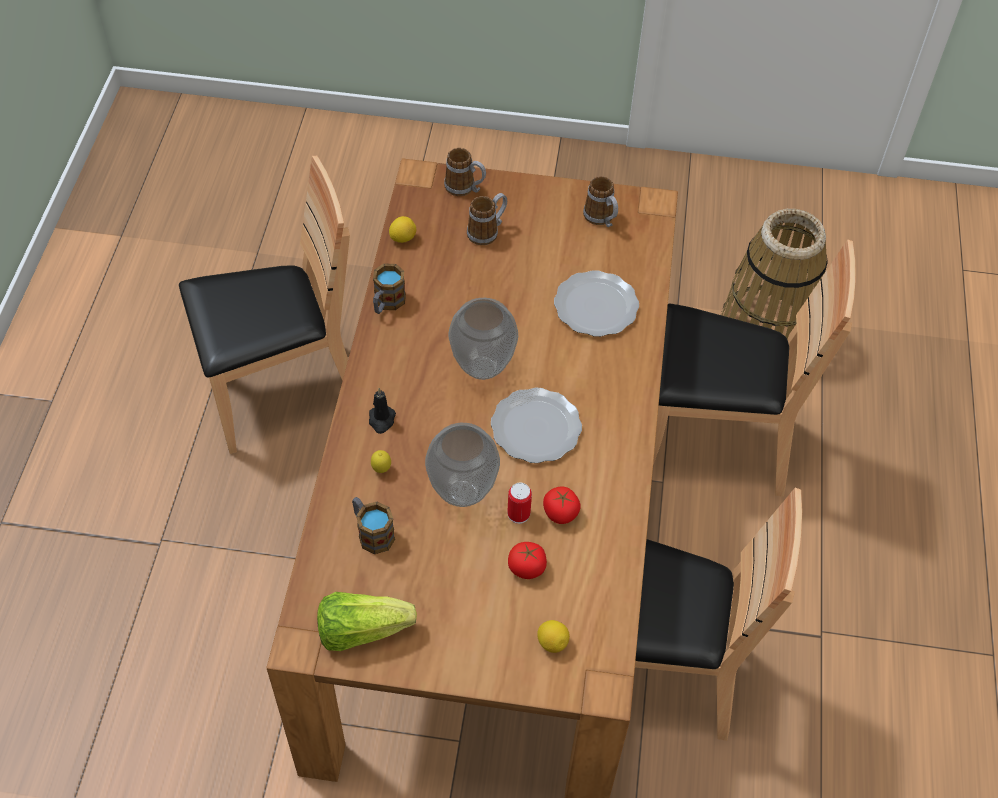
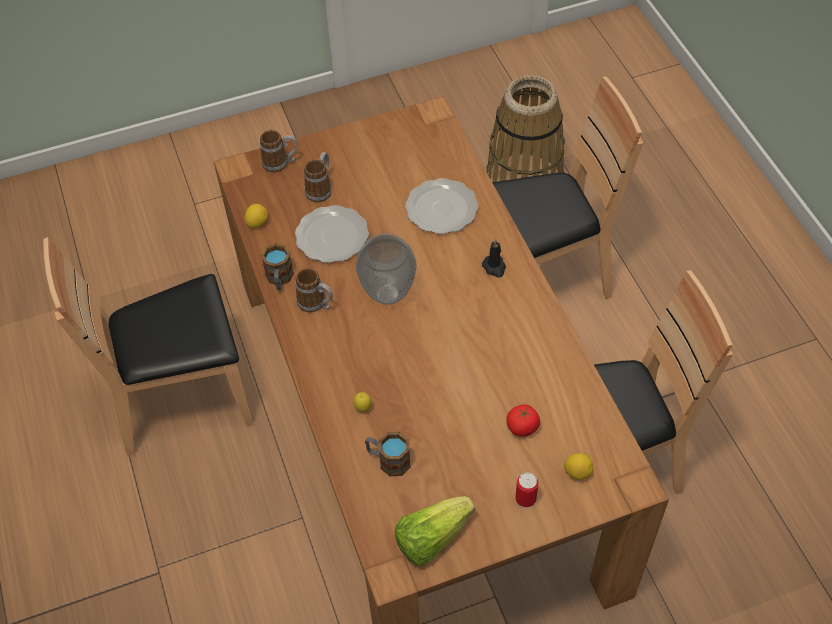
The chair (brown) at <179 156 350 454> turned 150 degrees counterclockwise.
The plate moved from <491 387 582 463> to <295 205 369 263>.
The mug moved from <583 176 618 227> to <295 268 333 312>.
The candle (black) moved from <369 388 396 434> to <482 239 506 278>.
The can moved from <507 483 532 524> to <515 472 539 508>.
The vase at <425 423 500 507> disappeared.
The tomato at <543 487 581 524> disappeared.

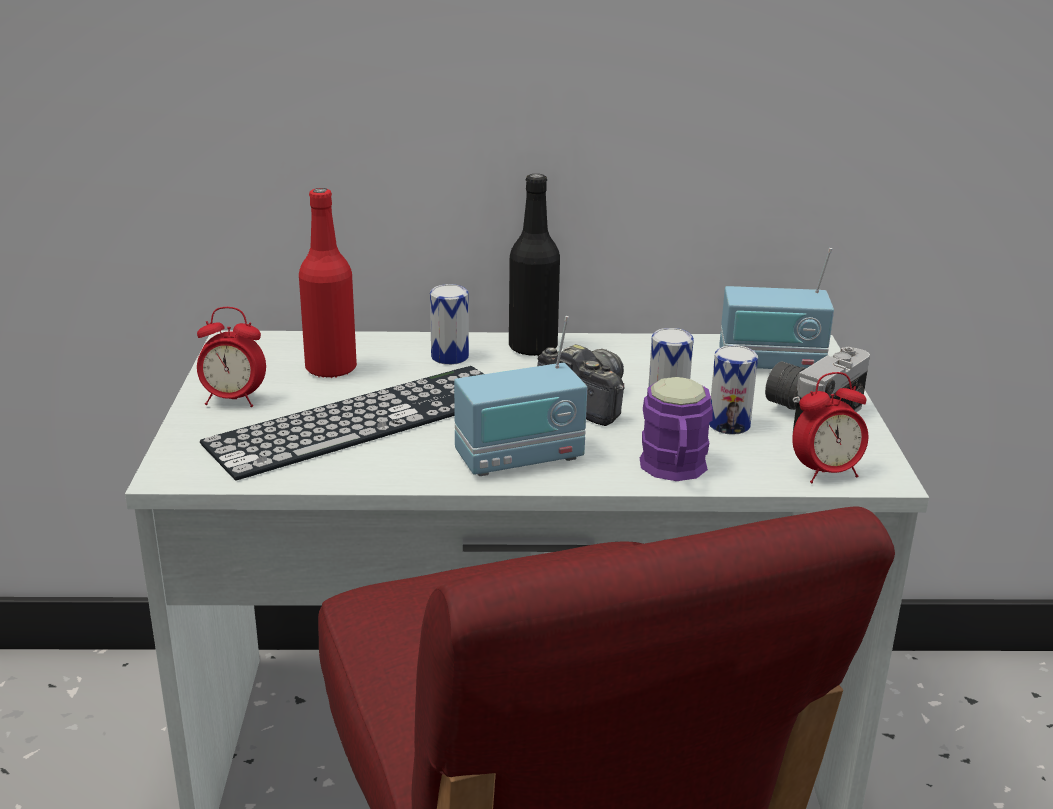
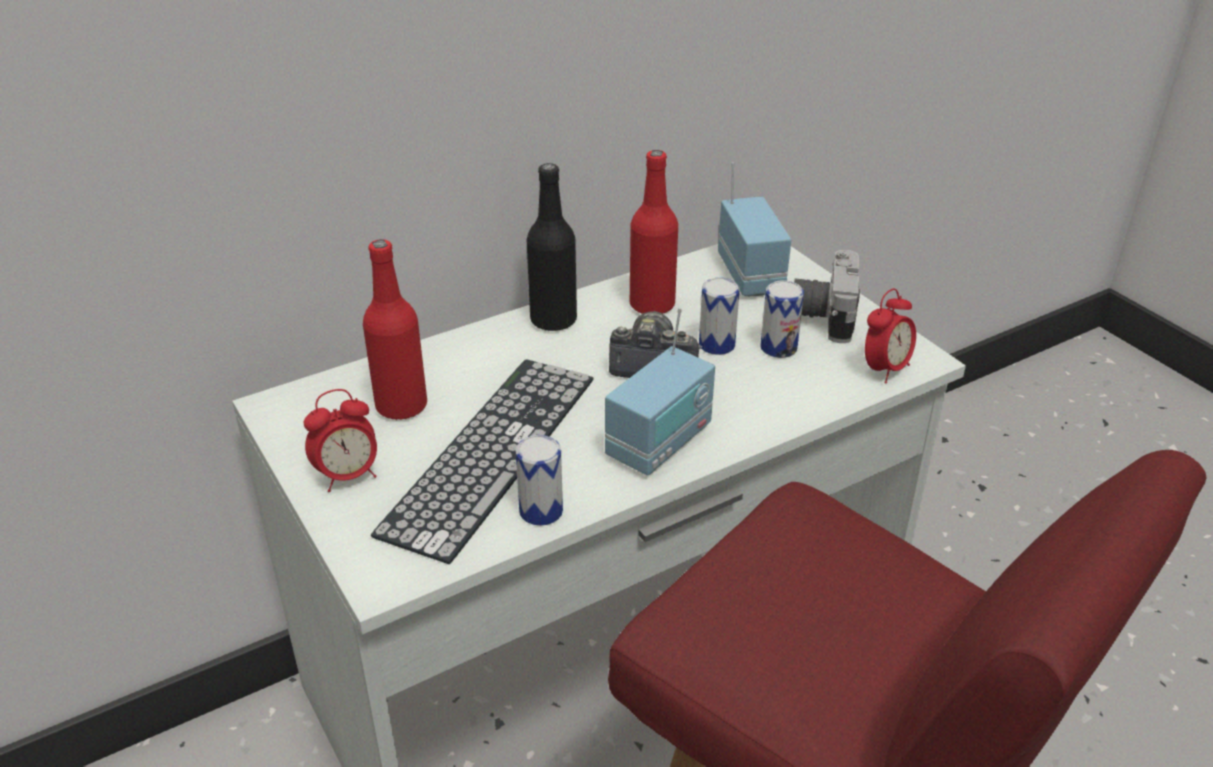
The can moved from <430 284 469 365> to <515 435 563 526>.
The bottle (red) at <630 150 678 314> appeared.
The radio at <719 248 834 369> turned 75 degrees counterclockwise.
The mug (purple) at <640 377 713 481> disappeared.

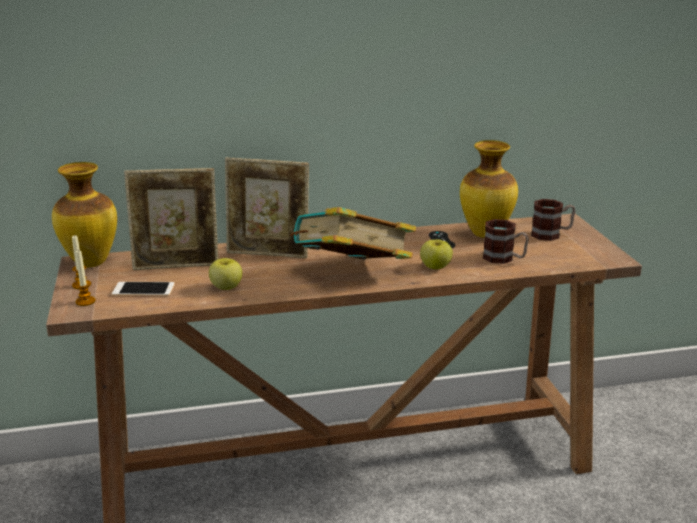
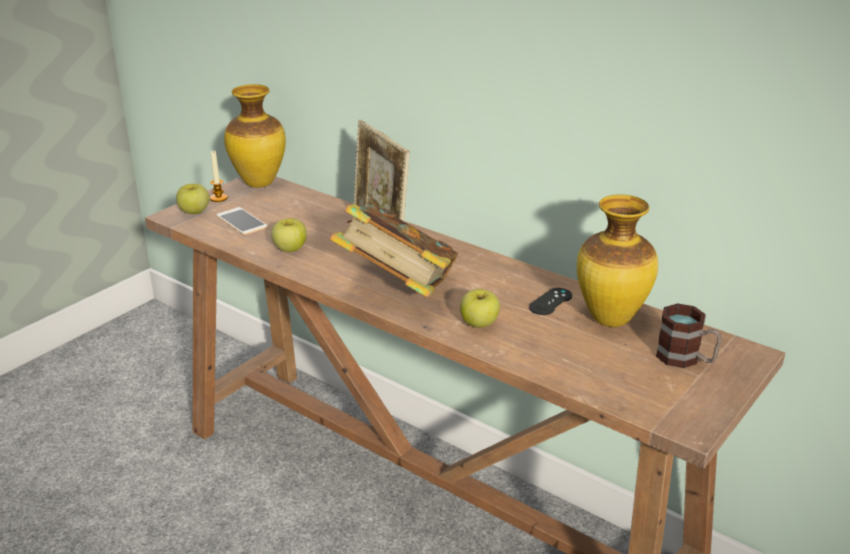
The candle at <76 251 96 306> was replaced by the apple at <176 184 210 214>.
The picture frame at <124 168 219 270> disappeared.
The mug at <483 219 529 264> disappeared.

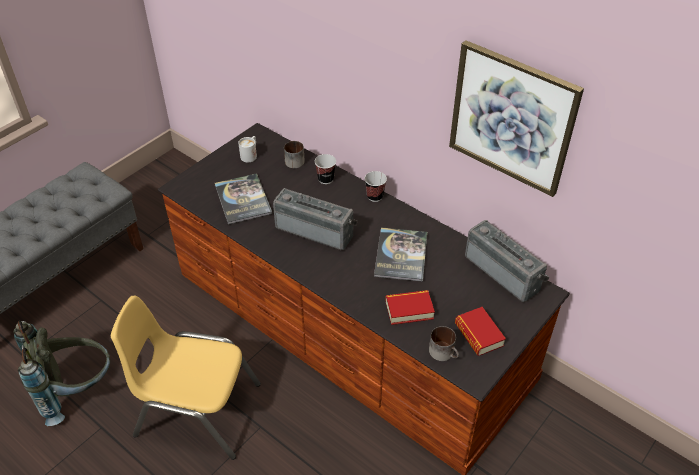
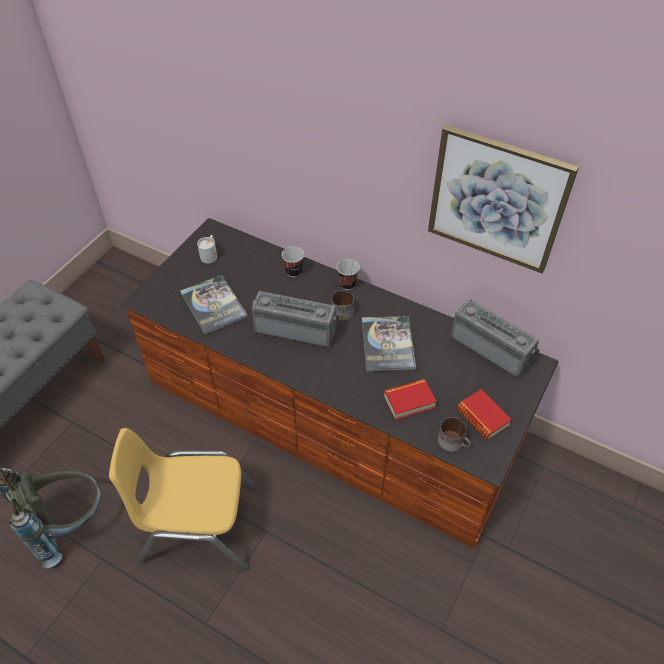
The mug moved from <284 141 305 168> to <332 290 354 321>.

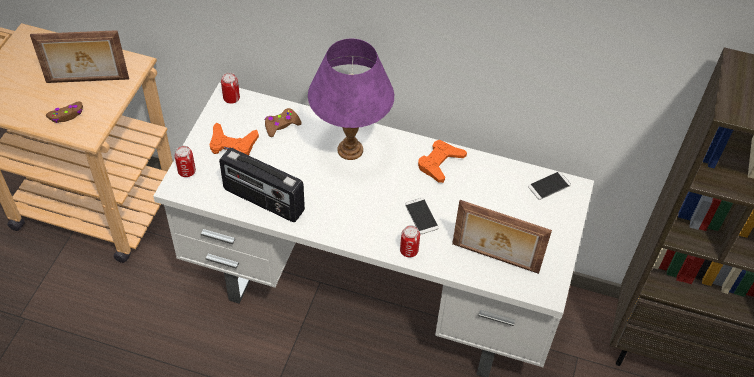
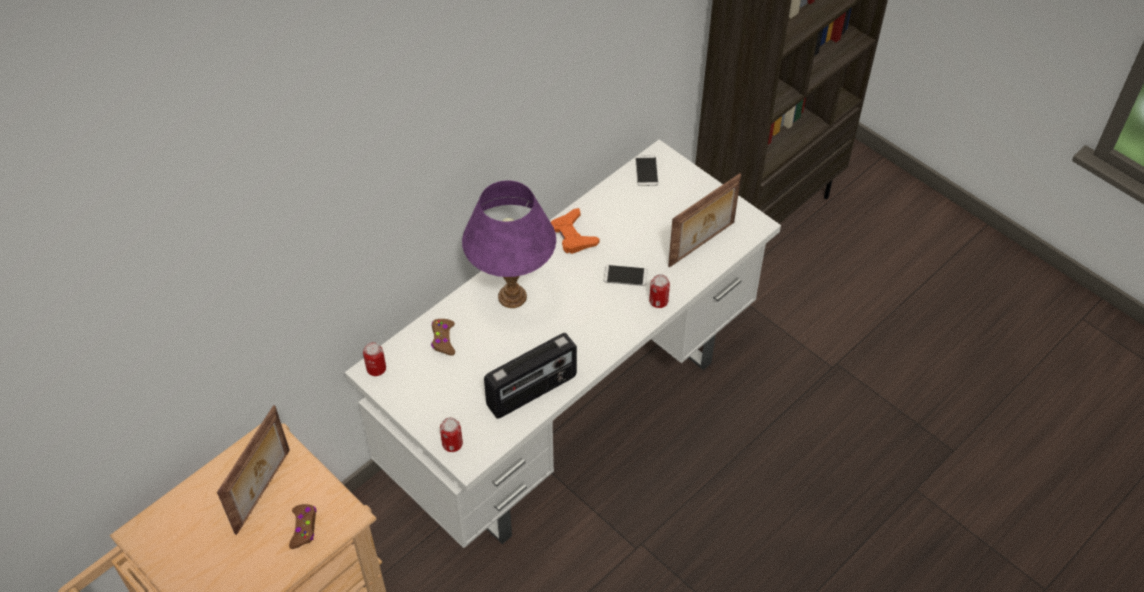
The game controller (orange) at <210 123 259 155> disappeared.

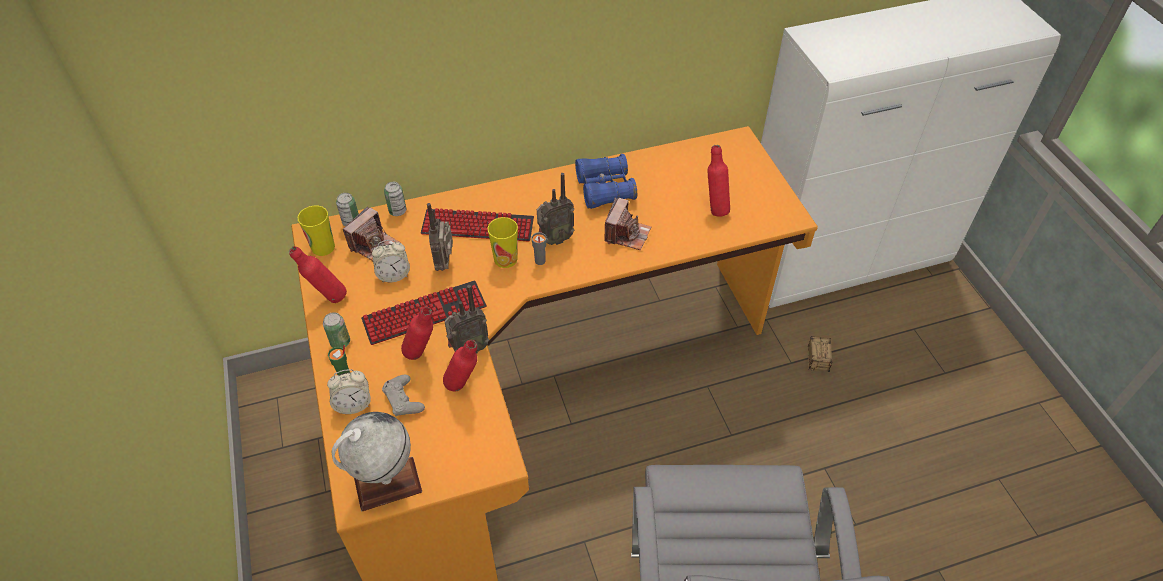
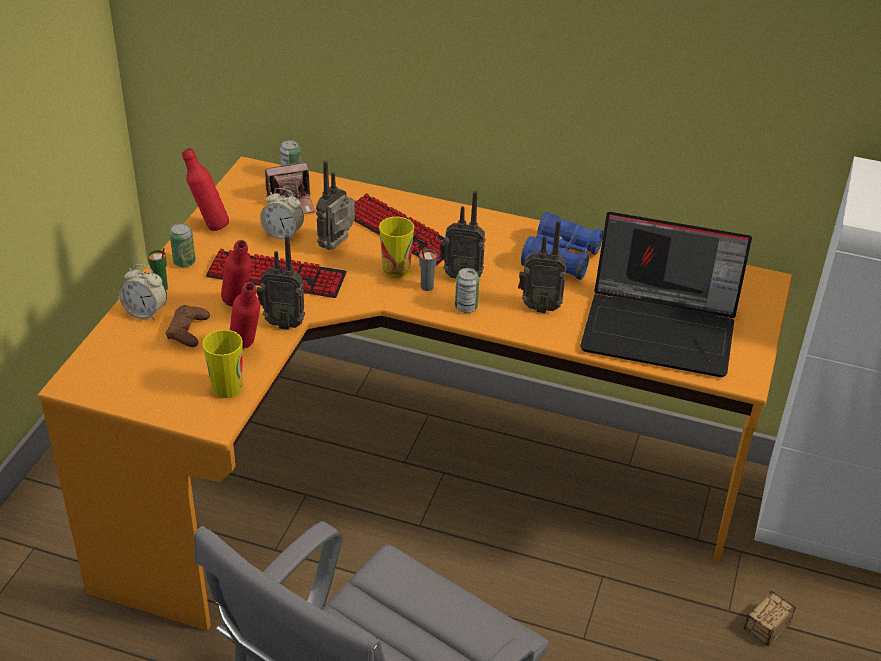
The game controller (grey) at <382 375 425 416> became the game controller (brown) at <166 305 210 347>.
The cup moved from <298 206 335 256> to <202 330 243 398>.
The can moved from <384 182 406 216> to <455 268 479 313>.
The photo camera at <604 197 651 250> was replaced by the radio at <518 220 567 313>.
The bottle (red) at <707 145 730 217> was replaced by the laptop at <580 212 752 377>.
The globe at <332 412 422 511> disappeared.

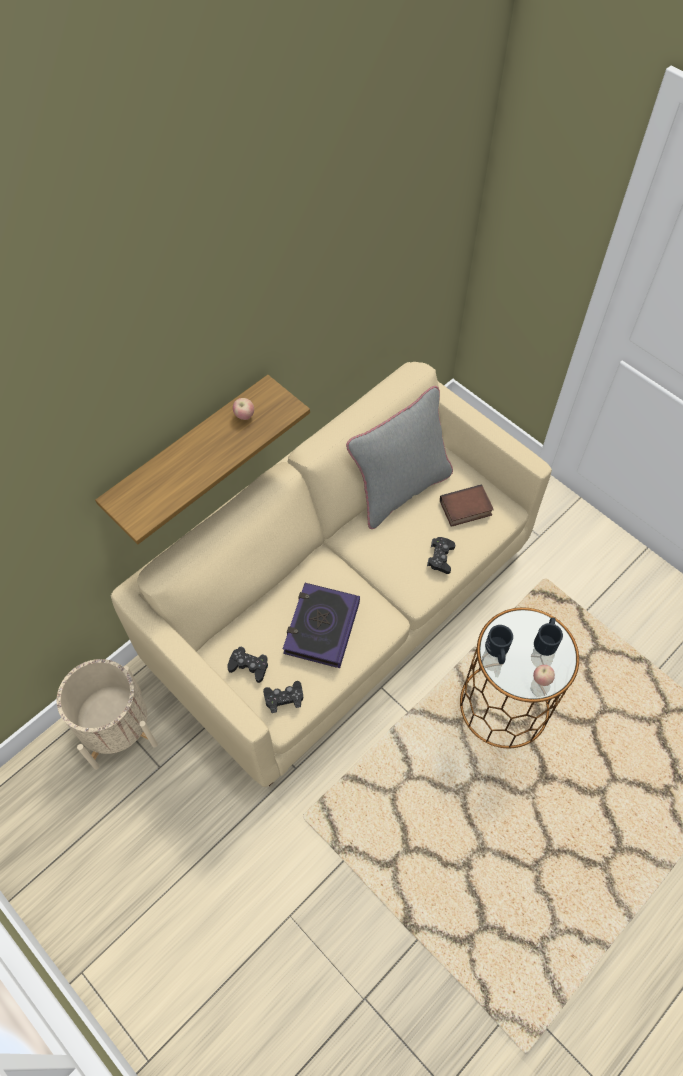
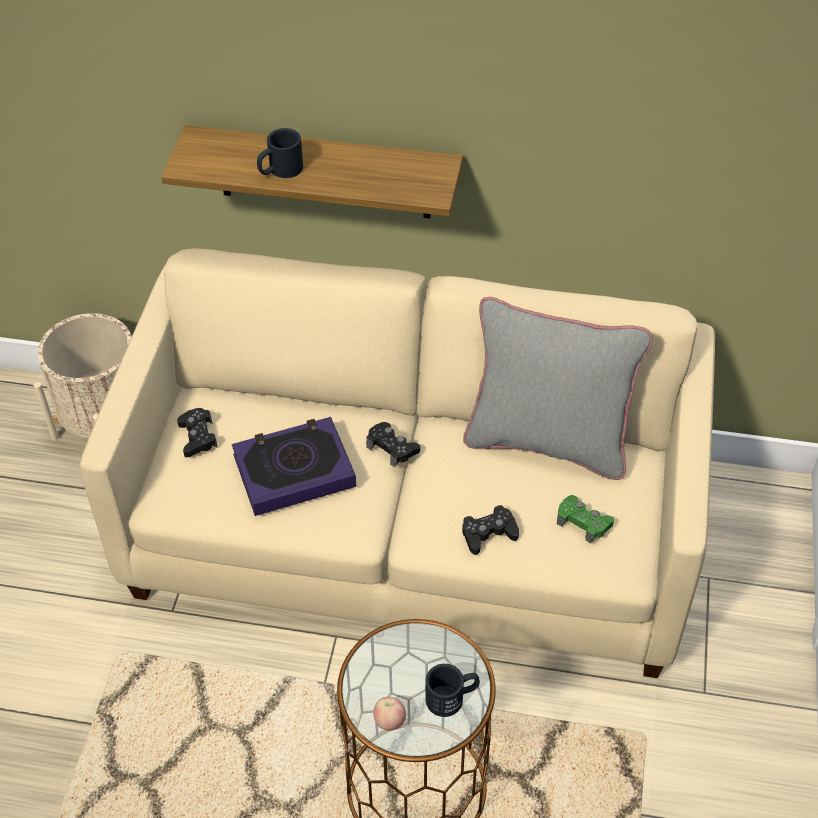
The mug (black) moved from <485 625 513 664> to <257 128 303 178>.
The game controller (black) moved from <263 681 303 713> to <366 422 420 467>.
The book at <440 484 494 527> was replaced by the game controller (green) at <557 495 614 543>.
The apple at <233 398 254 420> disappeared.

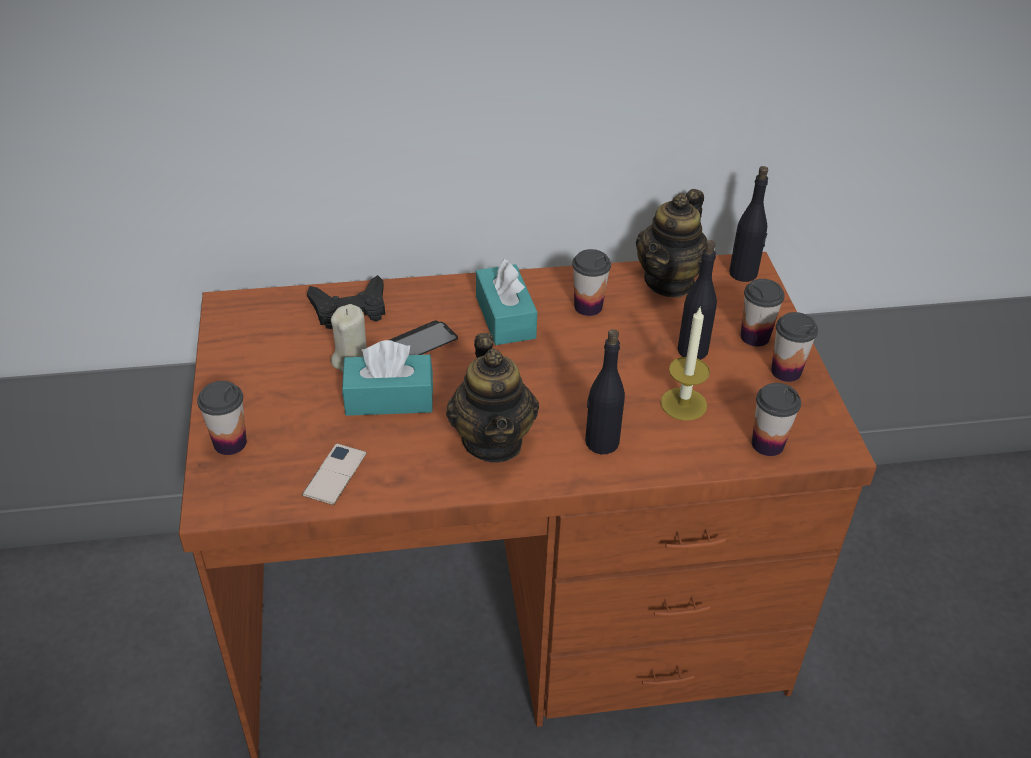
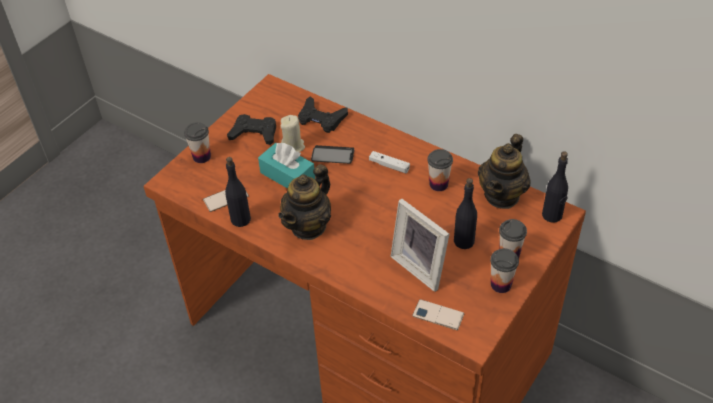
The bottle (black) moved from <585 329 625 454> to <225 157 251 227>.
The game controller (black) at <227 114 276 145> appeared.
The tissue box (turquoise) at <476 258 537 345> was replaced by the game controller (white) at <369 151 410 173>.
The candle at <660 306 710 421> was replaced by the picture frame at <390 199 450 292>.
The cup at <752 383 801 456> was replaced by the phone at <412 299 464 330>.
The teapot at <636 189 708 298> turned 45 degrees counterclockwise.

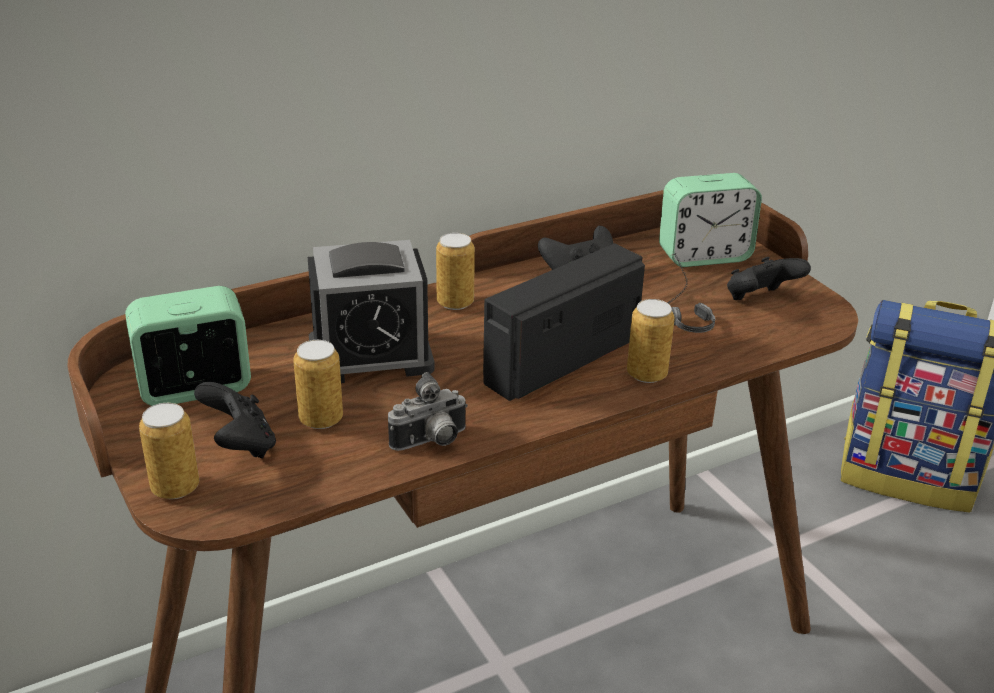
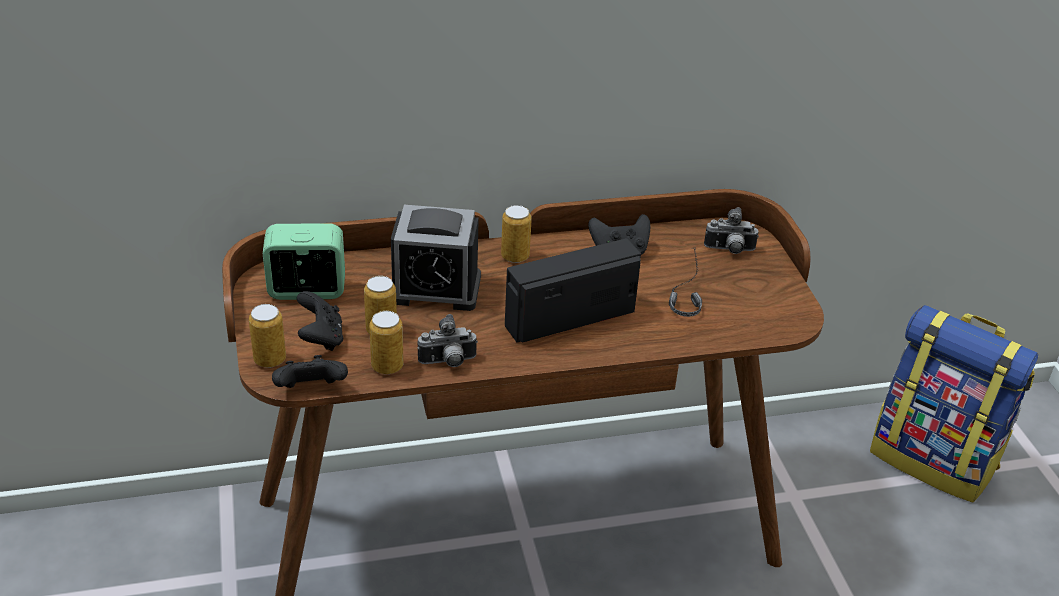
The game controller (black) moved from <727 257 811 300> to <272 355 348 388>.
The can moved from <627 299 675 383> to <369 311 404 374>.
The alarm clock at <659 173 762 267> was replaced by the photo camera at <704 207 759 254>.

